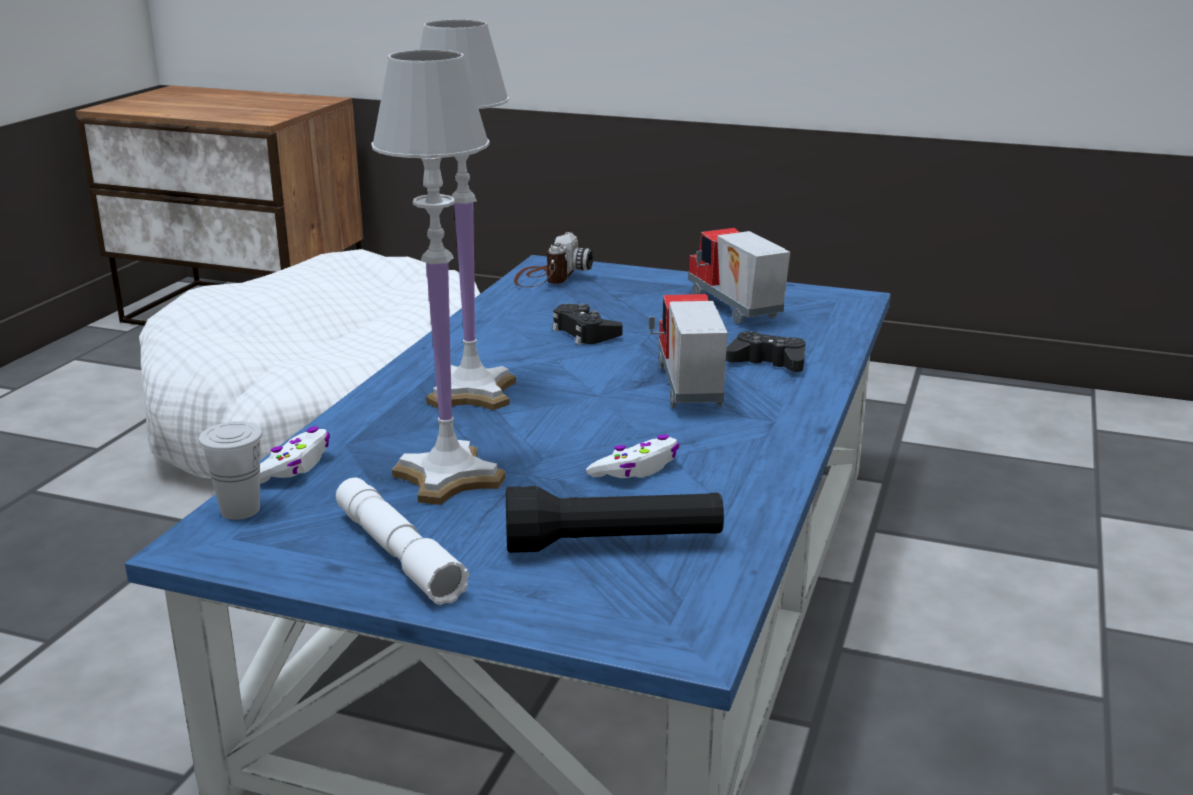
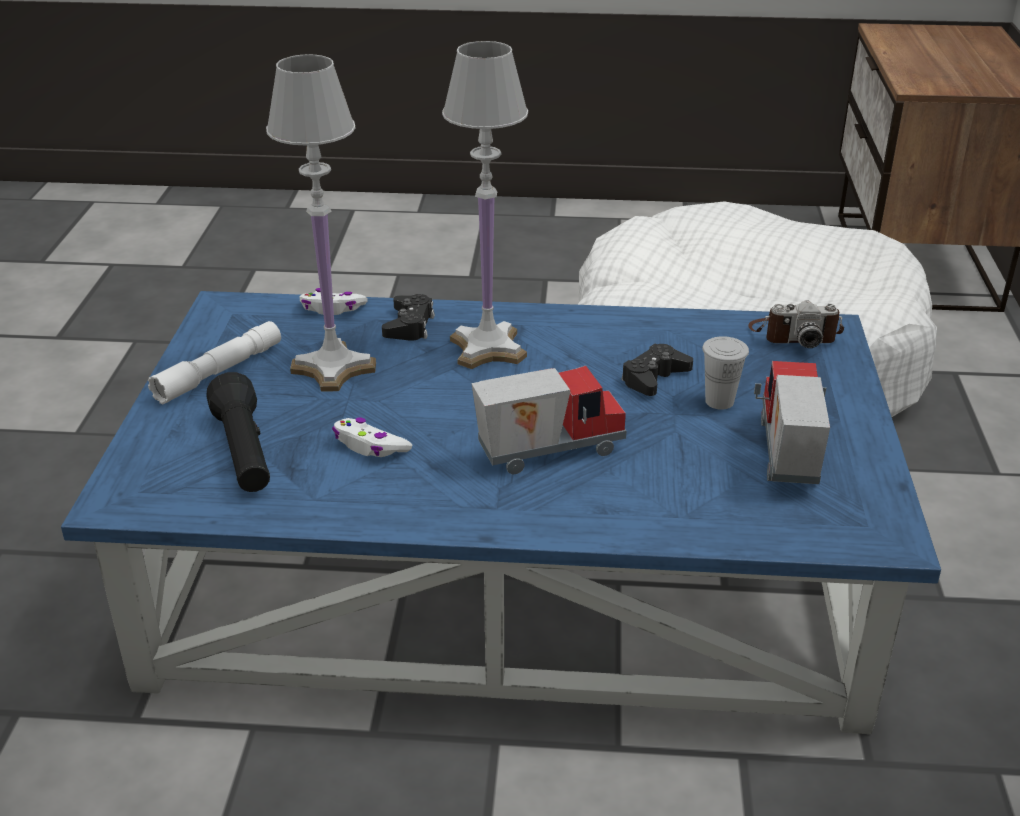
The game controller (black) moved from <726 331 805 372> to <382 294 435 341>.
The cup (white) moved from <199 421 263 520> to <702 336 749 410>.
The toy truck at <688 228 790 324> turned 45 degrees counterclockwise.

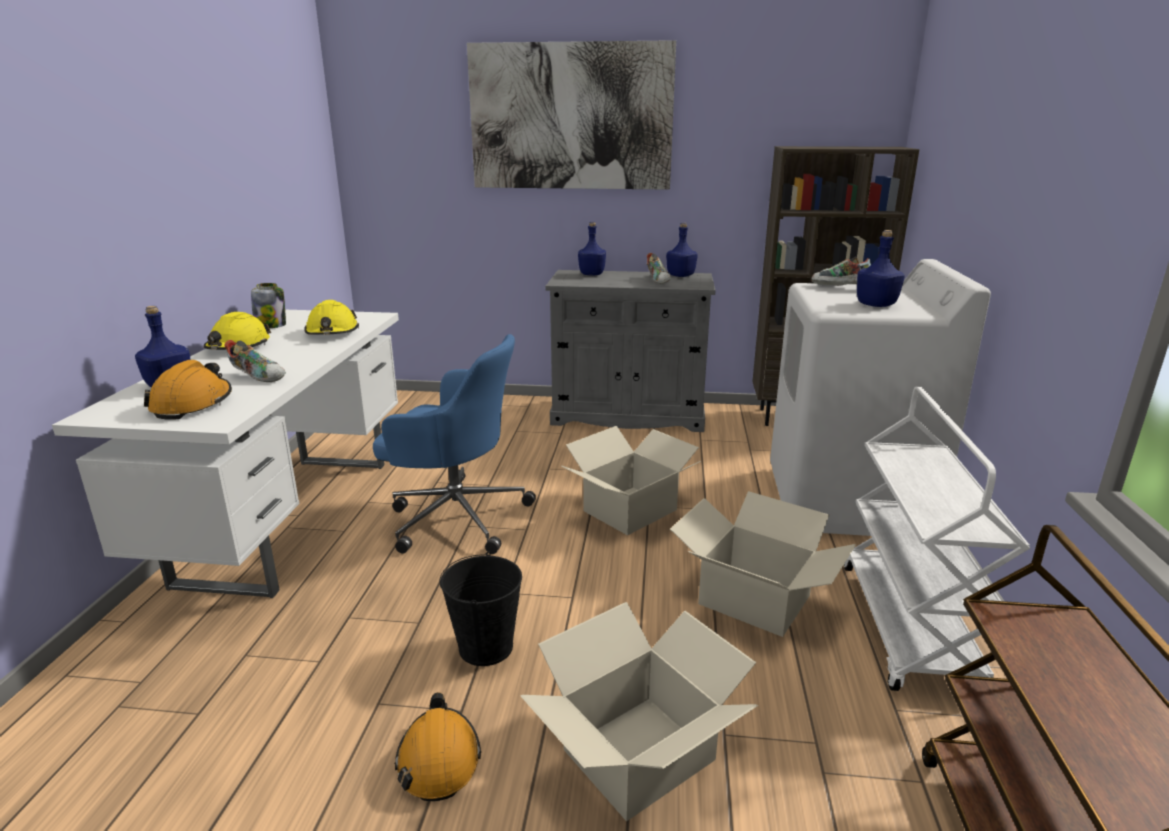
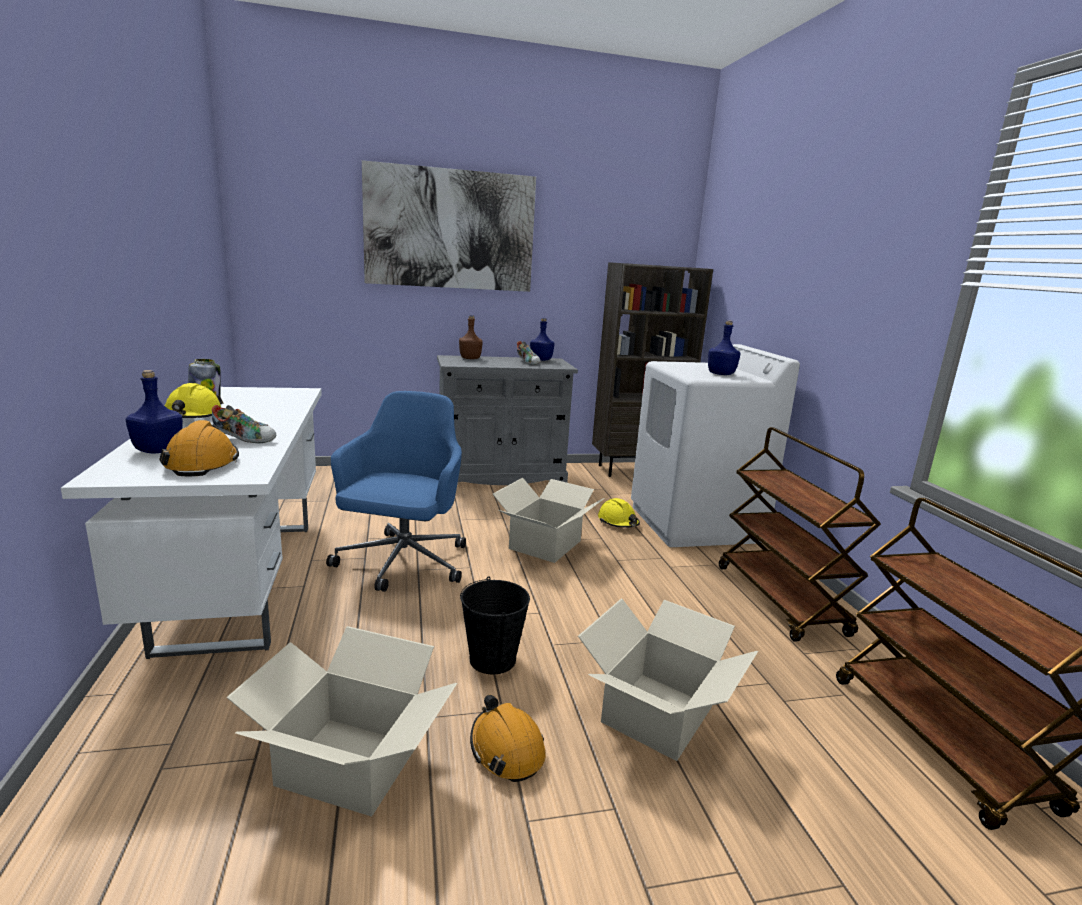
The cardboard box moved from <670 491 856 637> to <226 626 457 817>.
The office chair (blue) at <373 334 536 554> turned 75 degrees counterclockwise.
The bottle (blue) at <578 222 606 275> became the bottle (brown) at <459 315 483 359>.
The hard hat (yellow) moved from <304 300 359 335> to <598 498 640 528>.
The cart (white) at <844 387 1030 691> became the cart (brown) at <719 427 881 642>.
The shoe at <811 257 871 286> disappeared.

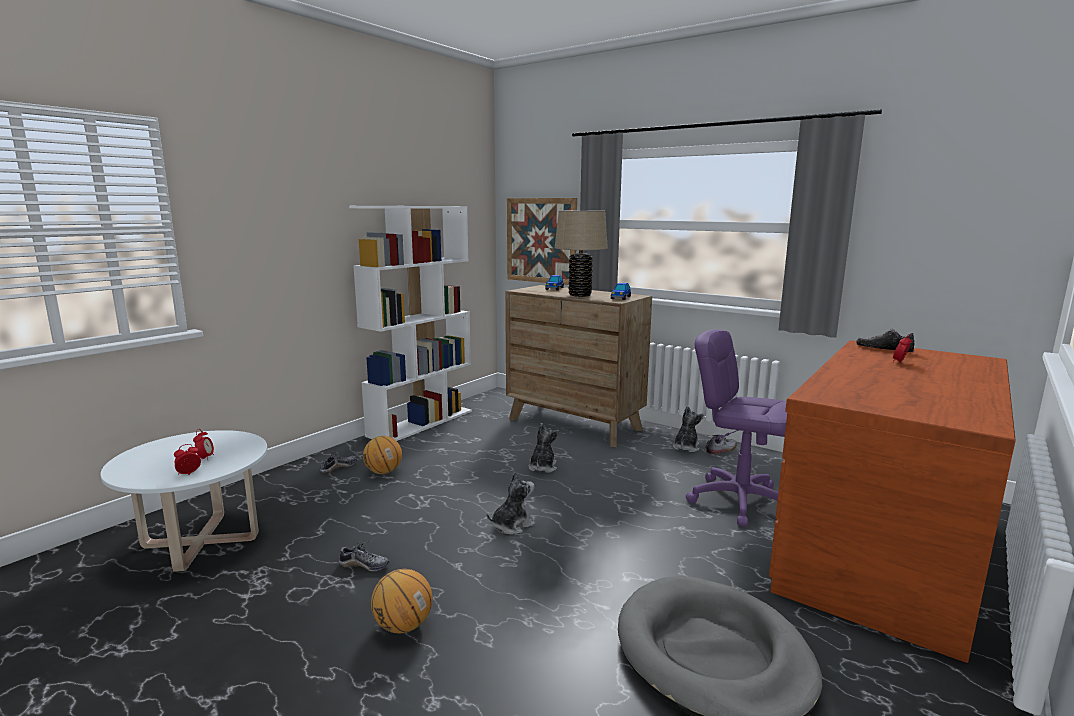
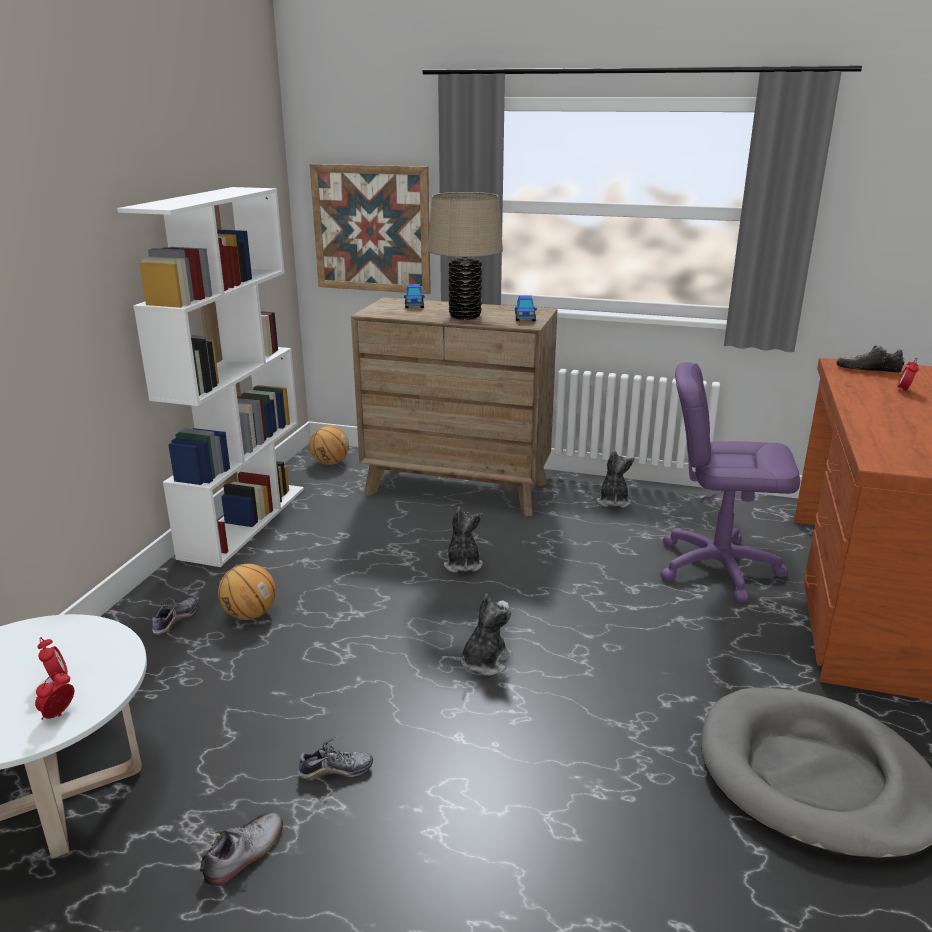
The shoe moved from <706 434 736 455> to <200 813 283 887>.
The basketball moved from <371 569 432 633> to <309 426 349 465>.

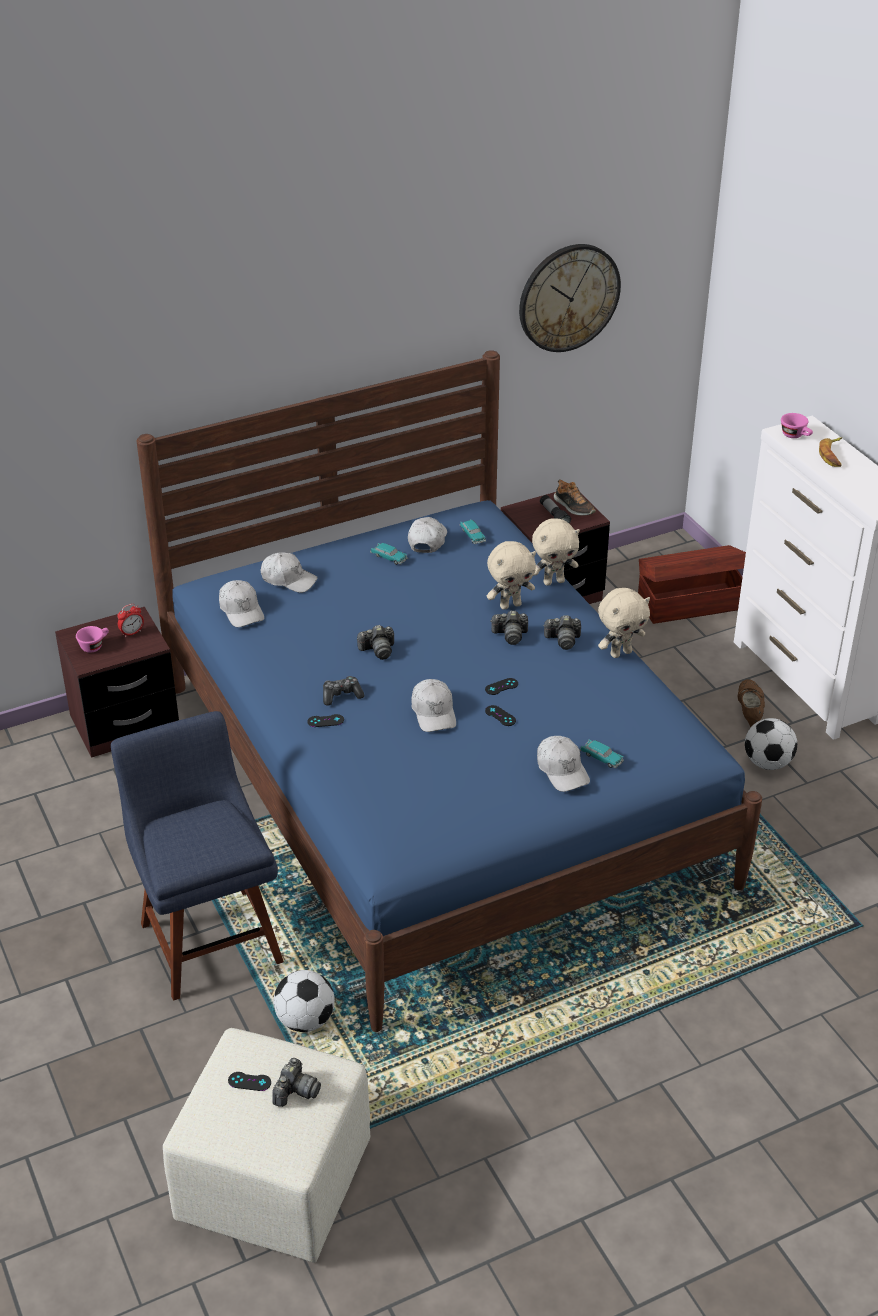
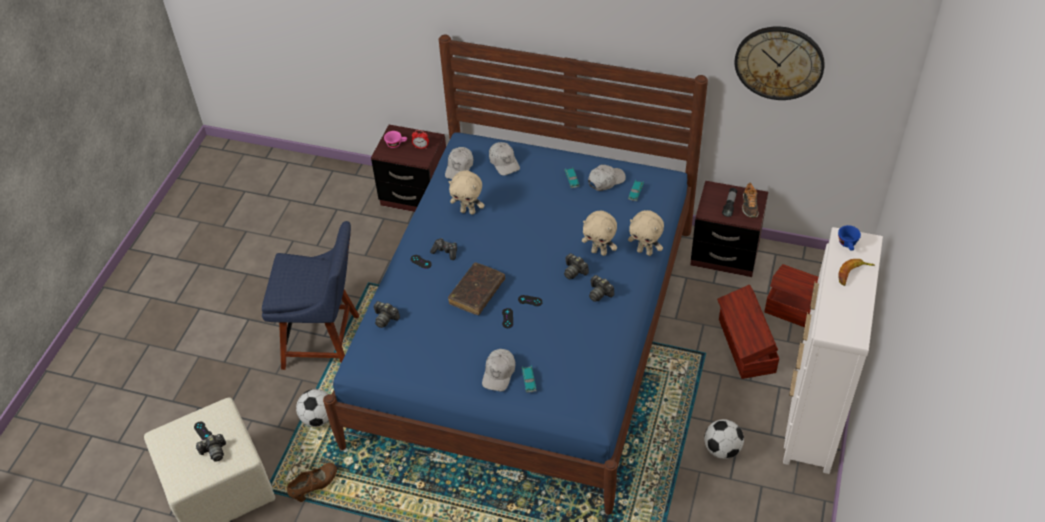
The chair (blue) at <111 711 284 1001> turned 75 degrees clockwise.
The shoe (brown) moved from <738 679 765 728> to <287 463 337 502>.
The photo camera moved from <357 625 394 660> to <374 301 400 328>.
The cap (white) at <411 679 456 732> was replaced by the book (brown) at <448 262 505 315>.
The plush toy (beige) moved from <598 588 650 658> to <449 171 484 215>.
The storage box (brown) at <717 285 779 379> appeared.
The cup (pink) at <781 413 813 438> became the cup (blue) at <838 225 861 251>.

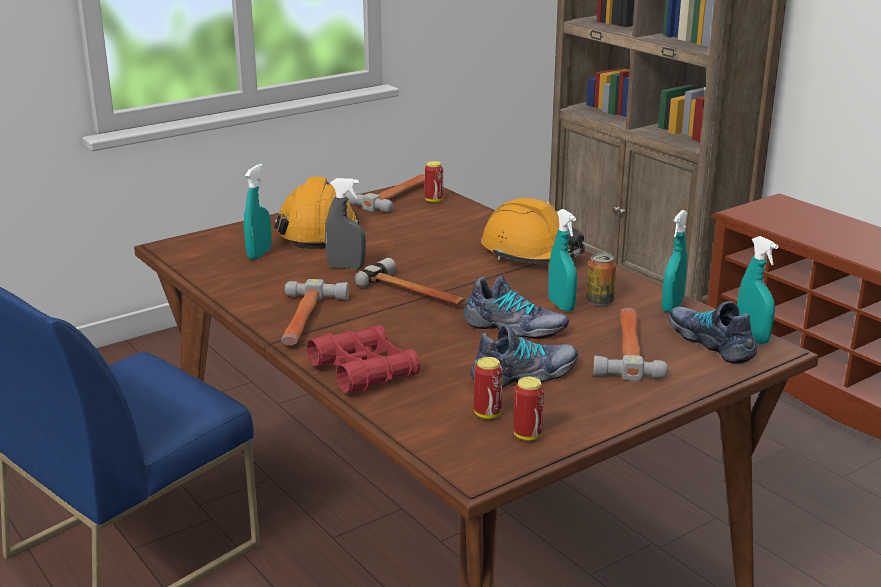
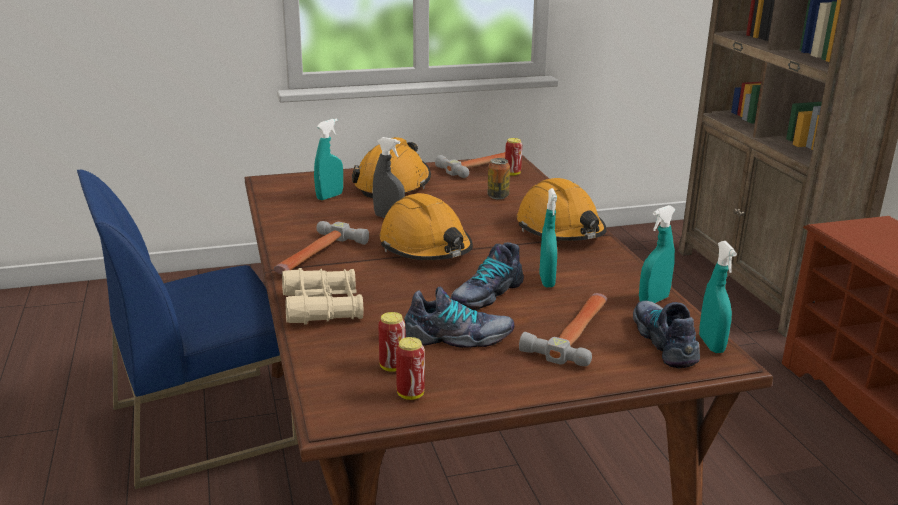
The binoculars (red) at <307 325 420 393> became the binoculars (beige) at <282 268 364 324>.
The hammer at <355 258 465 305> was replaced by the hard hat (orange) at <380 193 473 260>.
The shoe at <464 276 569 339> turned 90 degrees clockwise.
The can moved from <586 253 616 306> to <487 158 510 199>.

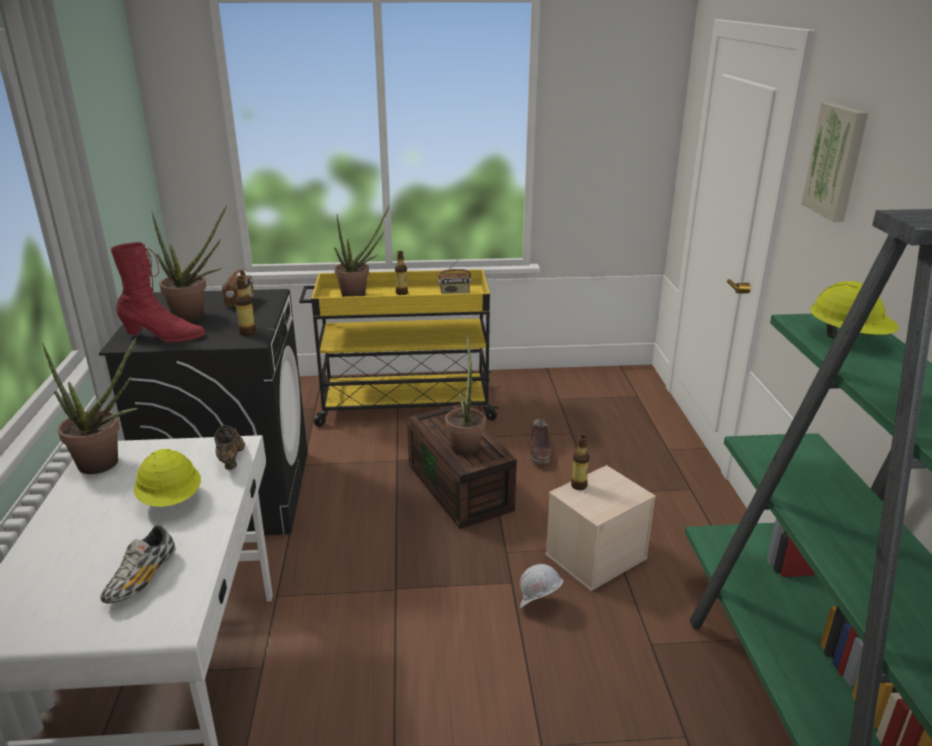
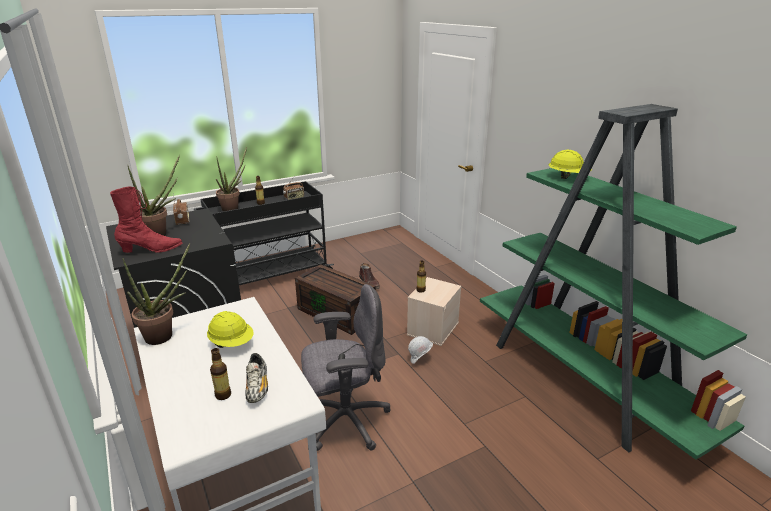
The cart (yellow) at <299 269 499 427> became the cart (black) at <194 181 334 285>.
The bottle moved from <235 277 256 336> to <210 348 231 400>.
The office chair (grey) at <301 284 391 451> appeared.
The shoe (brown) at <214 425 245 470> disappeared.
The potted plant at <445 333 486 456> disappeared.
The picture at <801 103 868 222> disappeared.

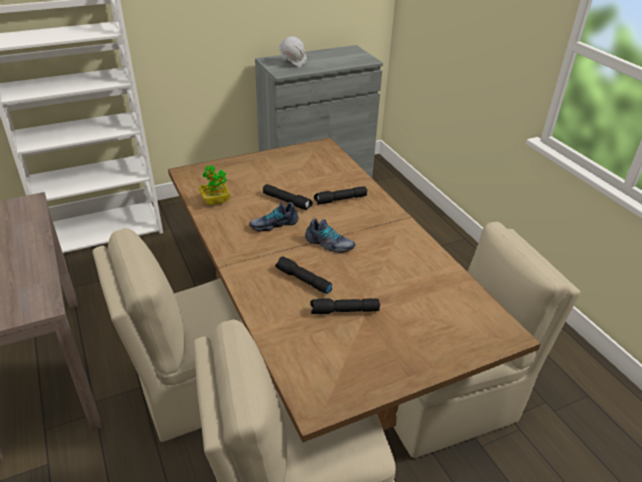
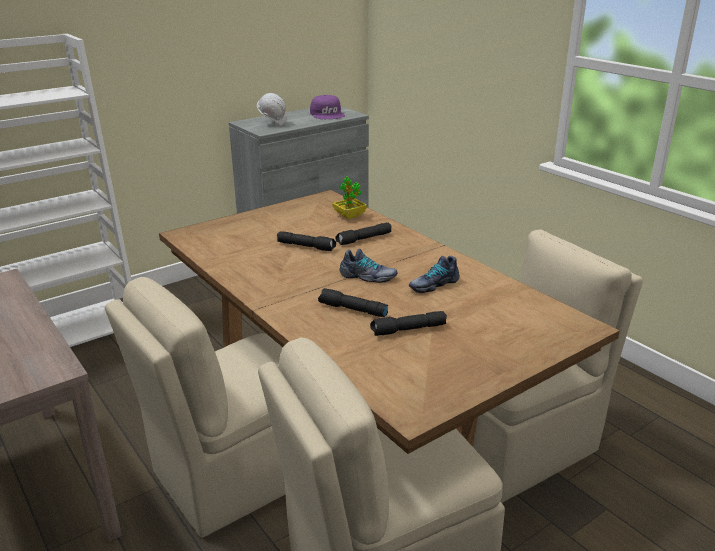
The cap (purple) at <310 95 345 119> appeared.
The potted plant moved from <199 165 230 205> to <333 176 367 219>.
The shoe moved from <249 202 299 232> to <409 256 460 293>.

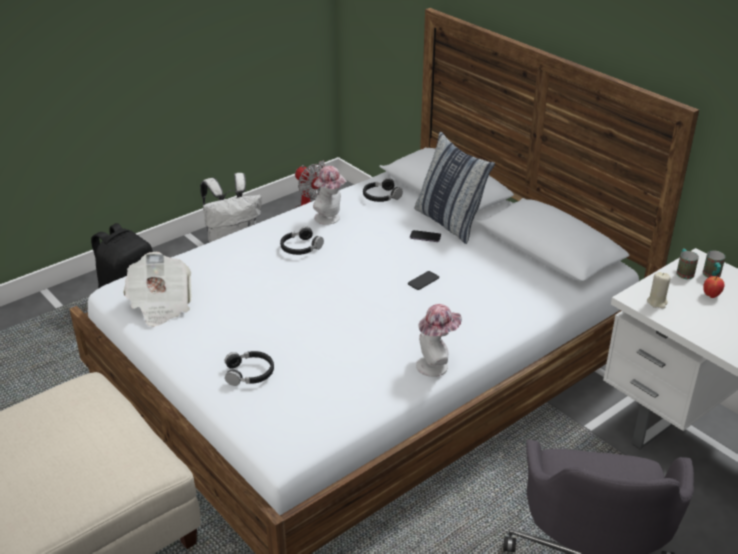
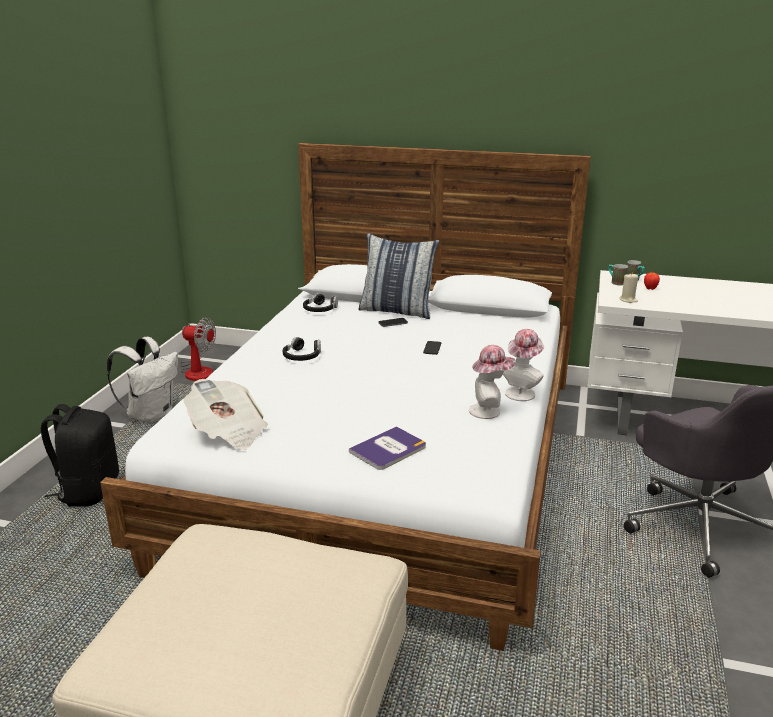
The headphones (black) at <225 351 274 386> was replaced by the book at <349 426 426 470>.
The hat moved from <313 166 347 225> to <469 345 516 419>.

